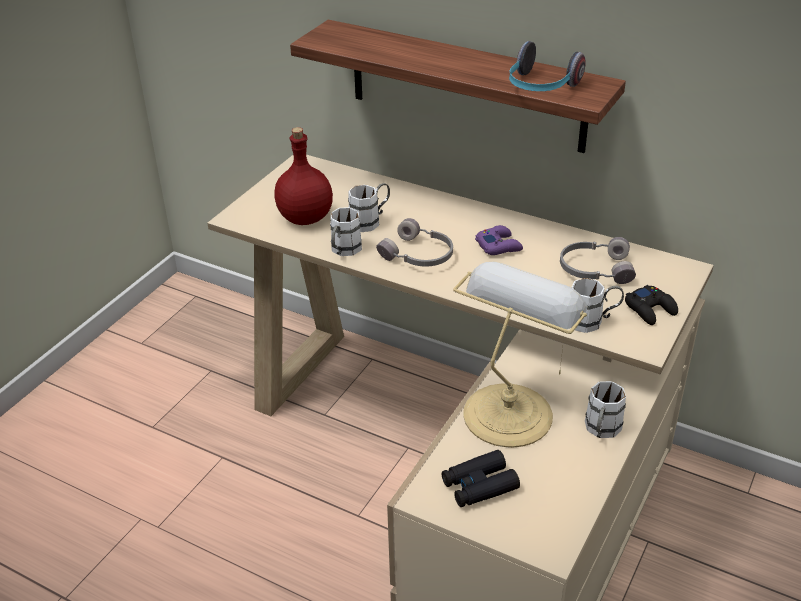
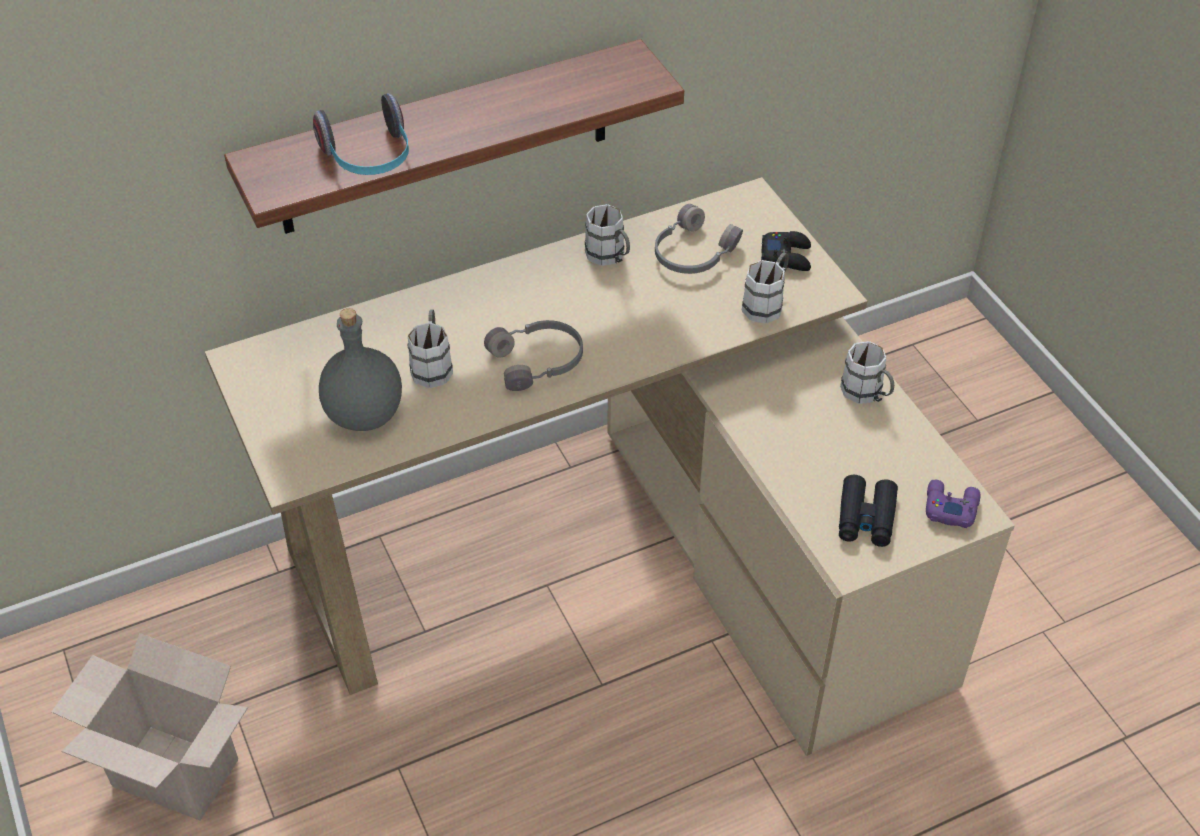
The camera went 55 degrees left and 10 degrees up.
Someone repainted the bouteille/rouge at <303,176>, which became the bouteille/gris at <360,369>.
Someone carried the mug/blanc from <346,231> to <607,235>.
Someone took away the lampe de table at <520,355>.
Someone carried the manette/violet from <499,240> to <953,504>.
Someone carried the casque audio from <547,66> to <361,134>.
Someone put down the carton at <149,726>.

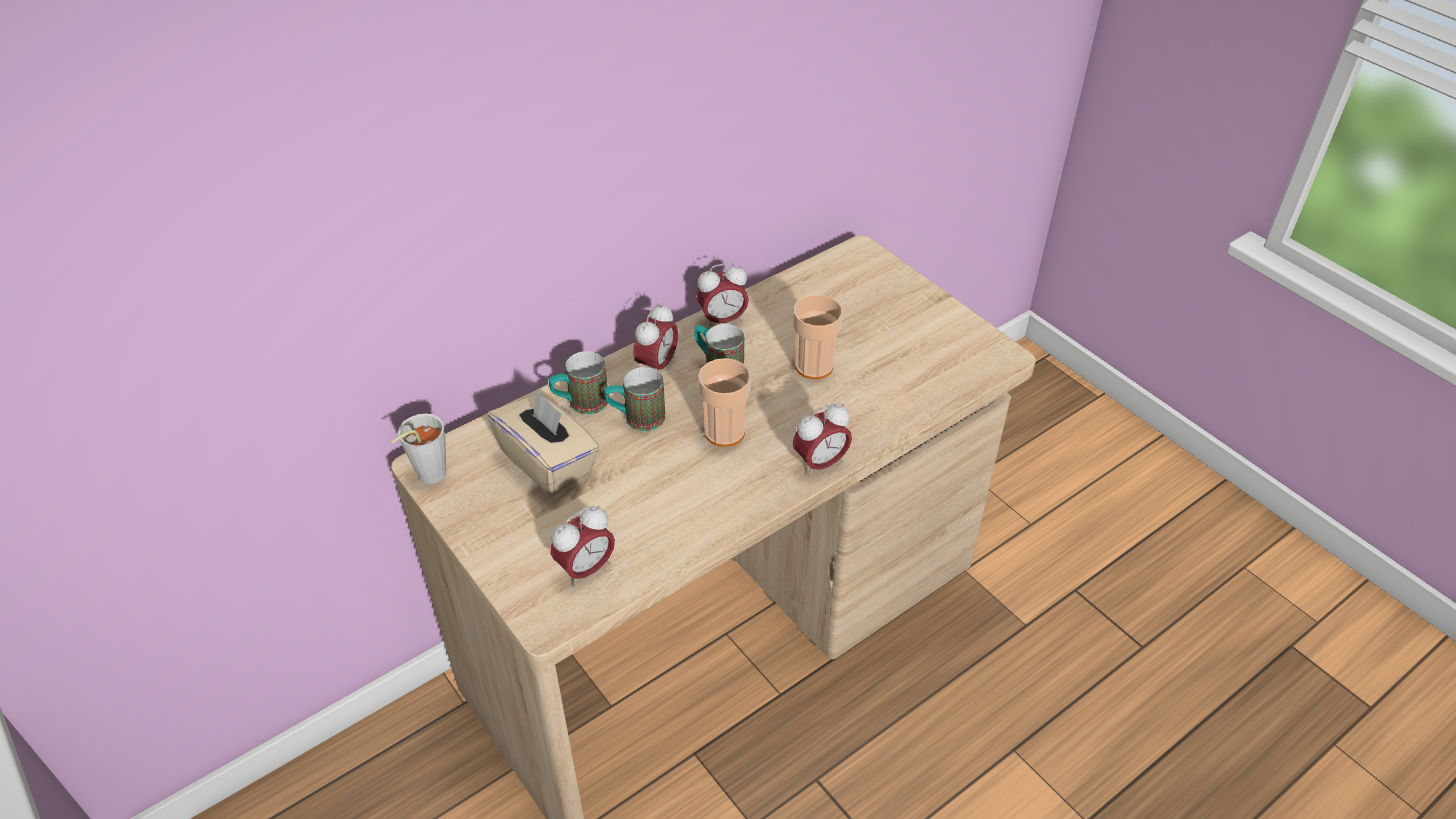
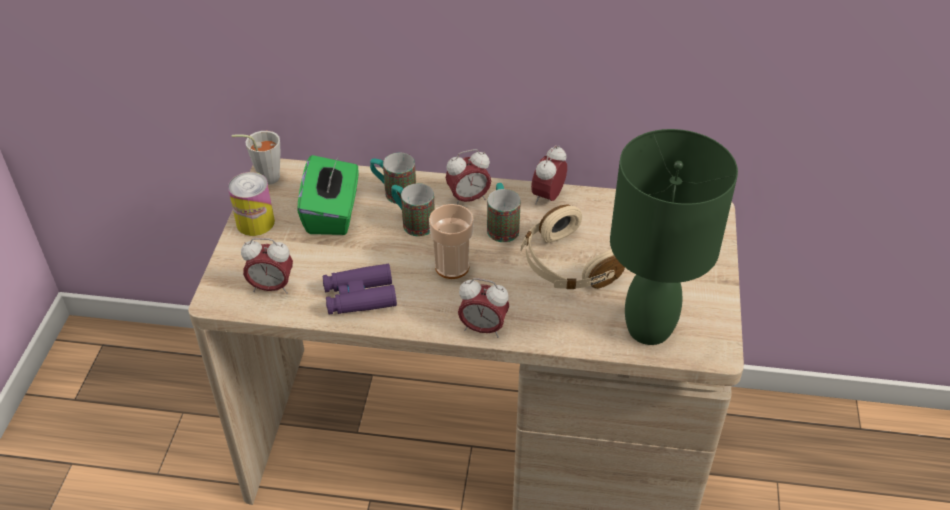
The camera went 45 degrees right and 0 degrees up.
Someone repainted the boîte à mouchoirs/beige at <543,443>, which became the boîte à mouchoirs/vert at <327,195>.
Someone rotated the réveil at <723,296> by 90 degrees clockwise.
Someone swapped the tasse at <818,337> for the casque audio/beige at <573,246>.
Someone put down the boîte métallique at <251,204>.
Someone put down the jumelles/violet at <360,289>.
Someone put down the lampe de table/vert at <674,237>.

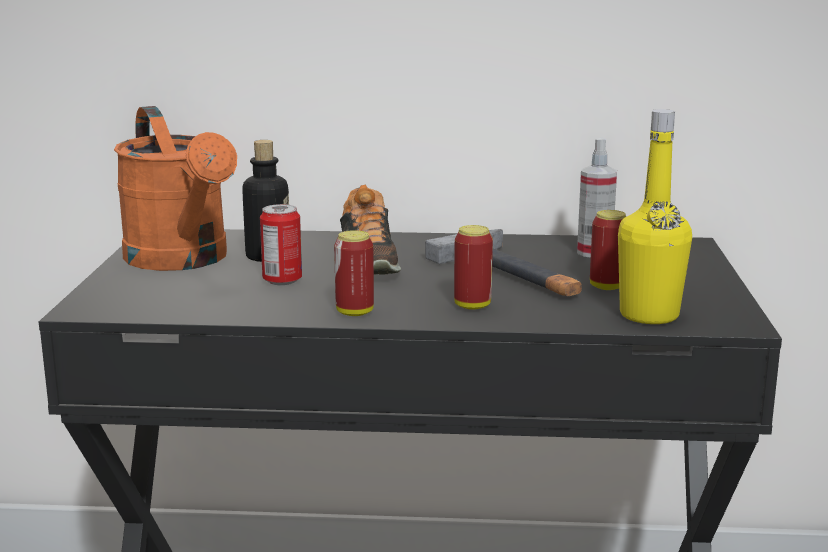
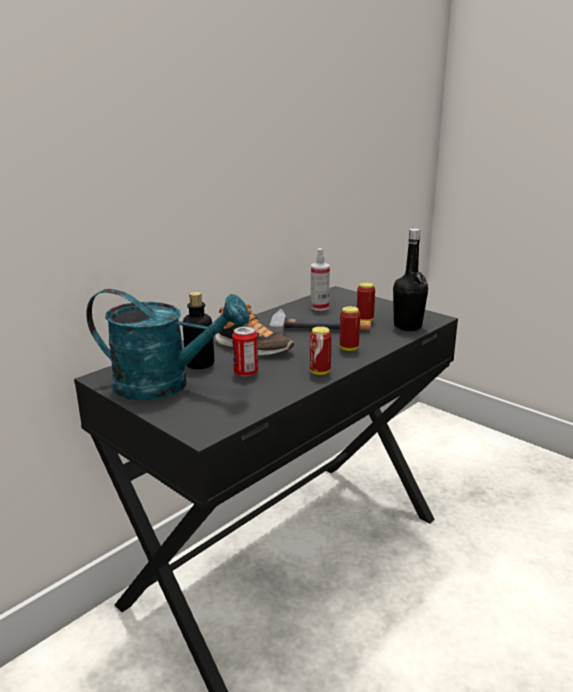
The camera went 50 degrees left and 5 degrees up.
Someone repainted the arrosoir/orange at <175,188>, which became the arrosoir/turquoise at <167,345>.
Someone repainted the bouteille/jaune at <655,216>, which became the bouteille/noir at <410,279>.

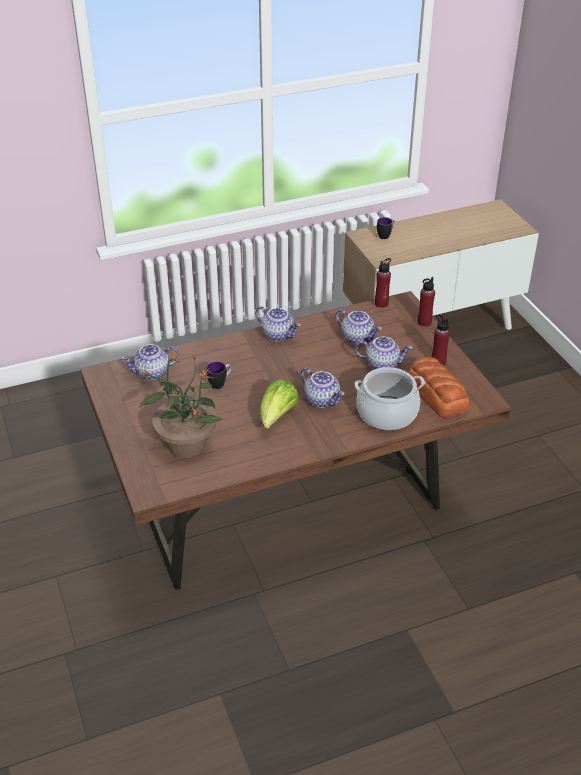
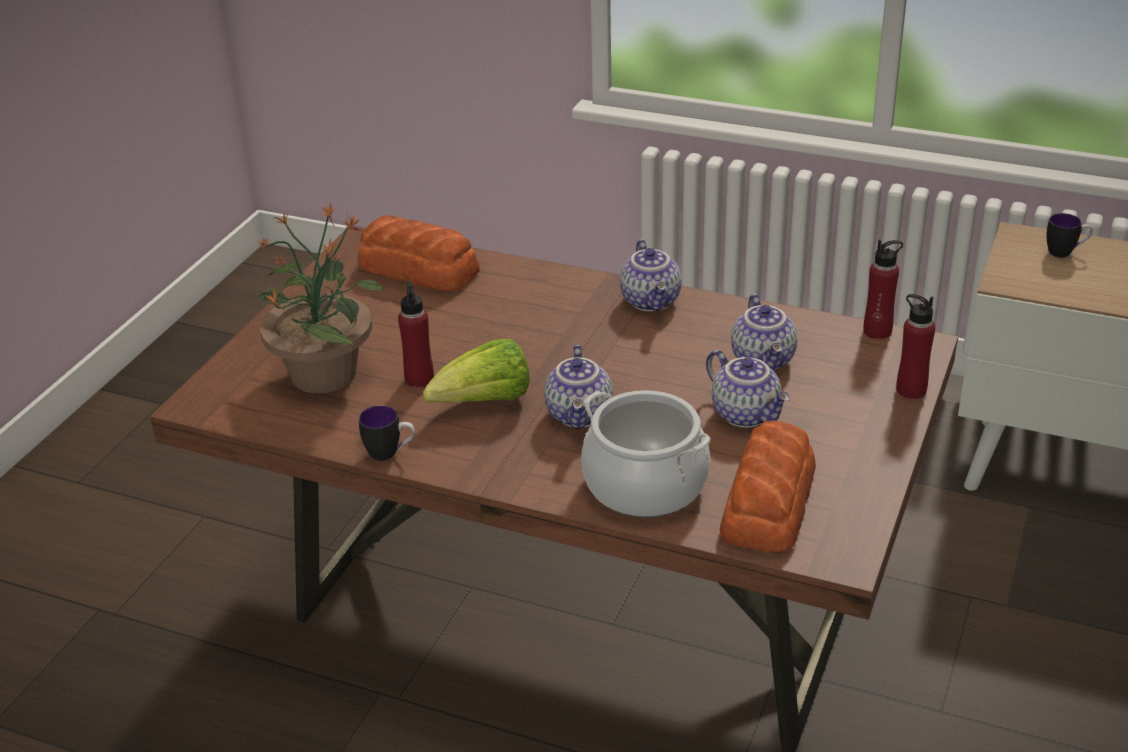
The camera went 45 degrees right and 5 degrees down.
Someone swapped the théière at <150,362> for the pain at <419,253>.
Someone carried the mug from <219,375> to <387,433>.
Someone carried the bouteille/rouge from <440,340> to <416,334>.

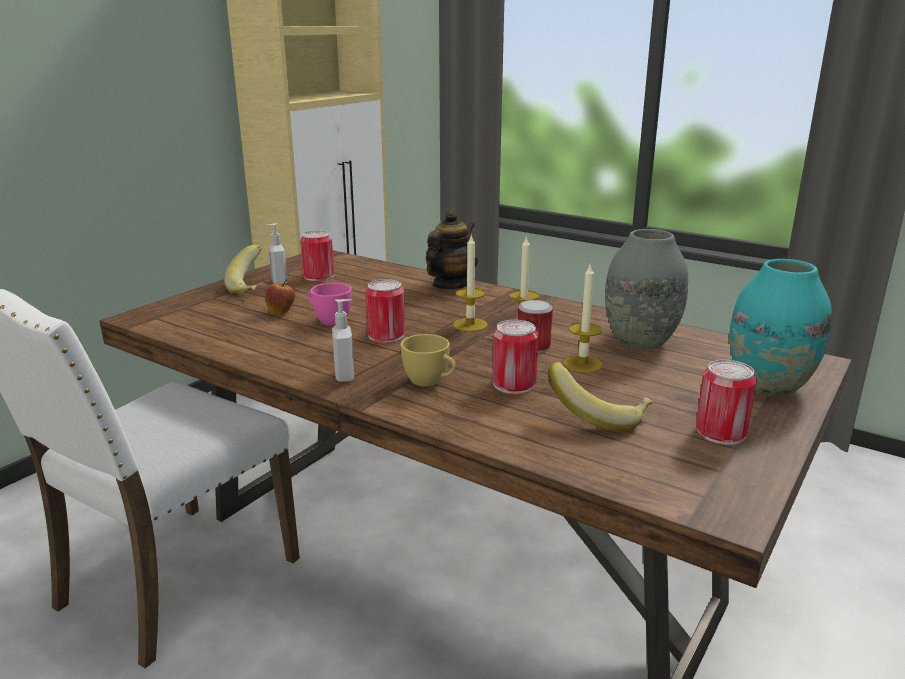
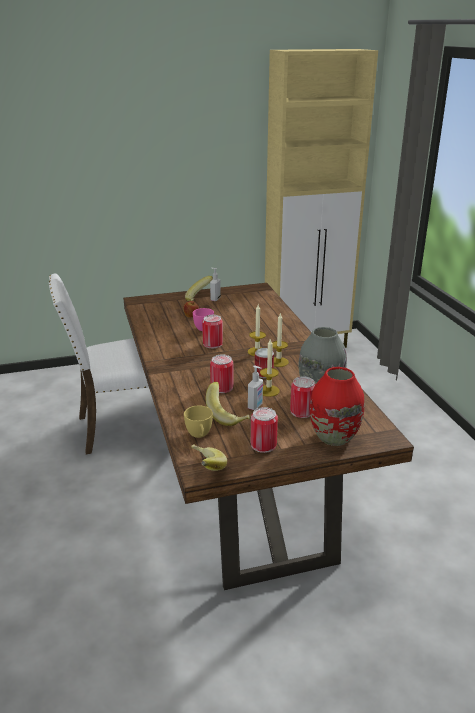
The camera went 40 degrees right and 5 degrees up.
Someone carried the boîte métallique from <317,255> to <303,397>.
Someone carried the distributeur de savon from <343,340> to <255,387>.
Someone carried the tasse/jaune from <428,360> to <198,421>.
Someone took away the théière at <452,249>.
Someone repainted the vase/turquoise at <780,327>, which became the vase/rouge at <337,406>.
Someone put down the banane at <209,458>.

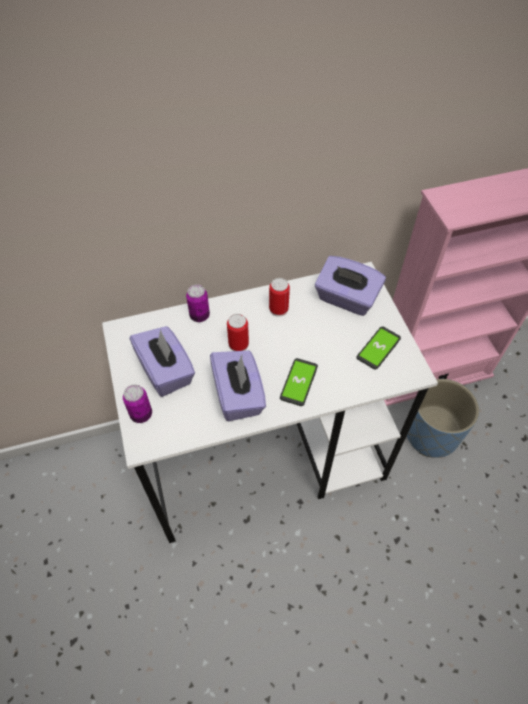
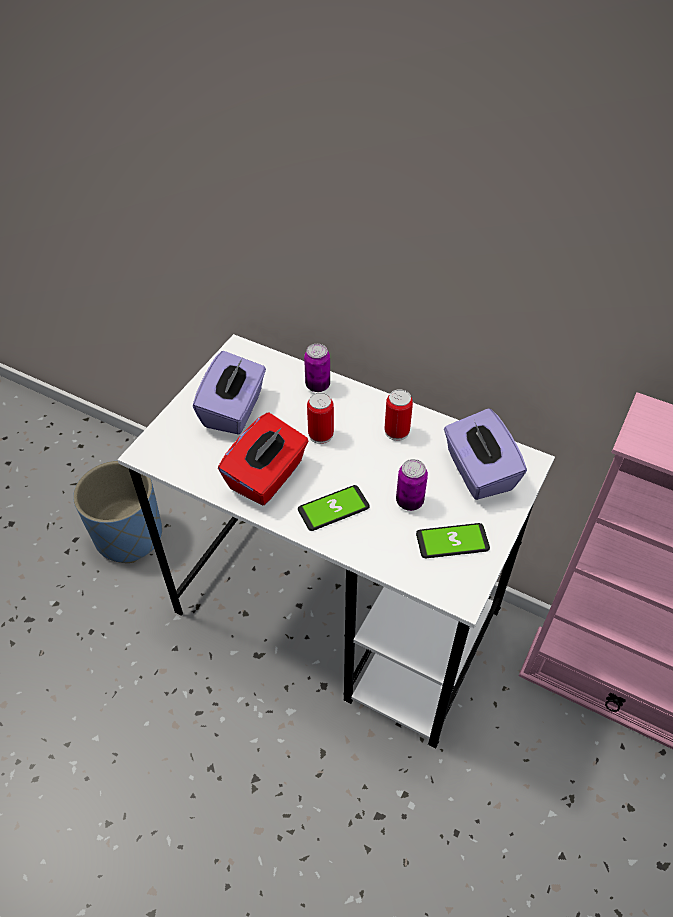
The camera went 45 degrees right and 5 degrees down.
Someone carried the boîte métallique from <137,403> to <412,485>.
Someone repainted the boîte à mouchoirs/violet at <238,386>, which became the boîte à mouchoirs/rouge at <263,459>.
Someone carried the cache-pot/bleu from <443,418> to <117,512>.

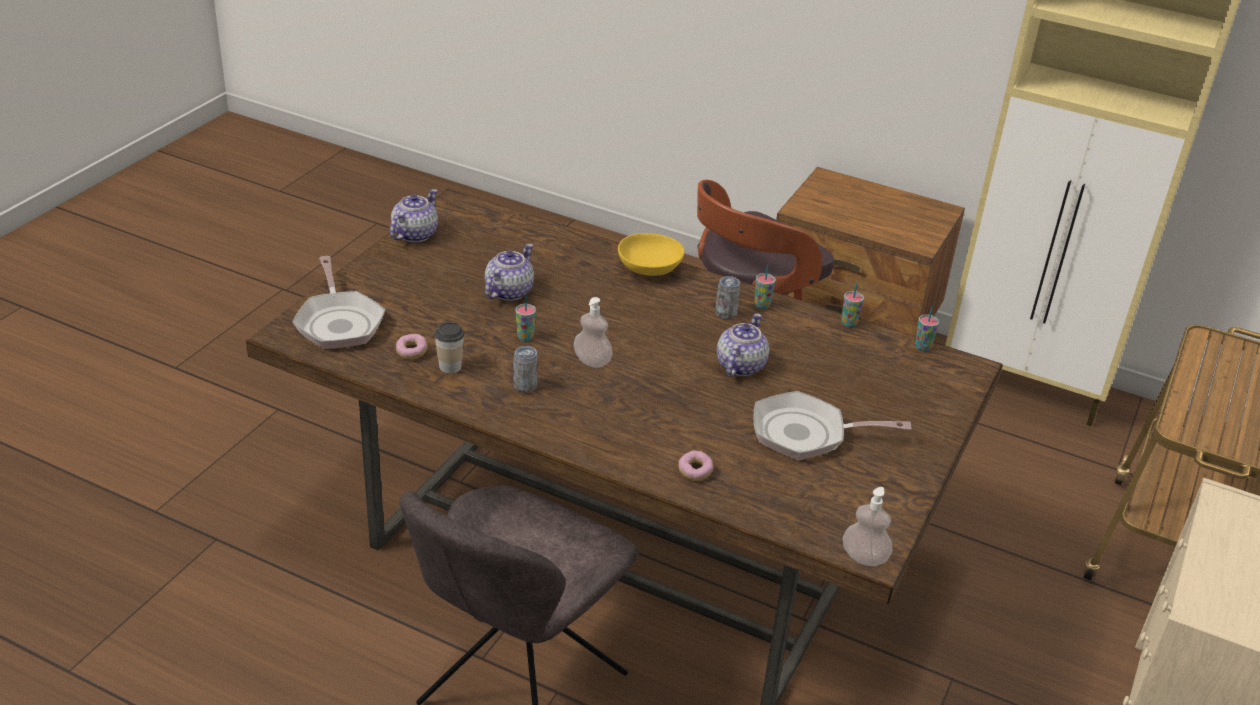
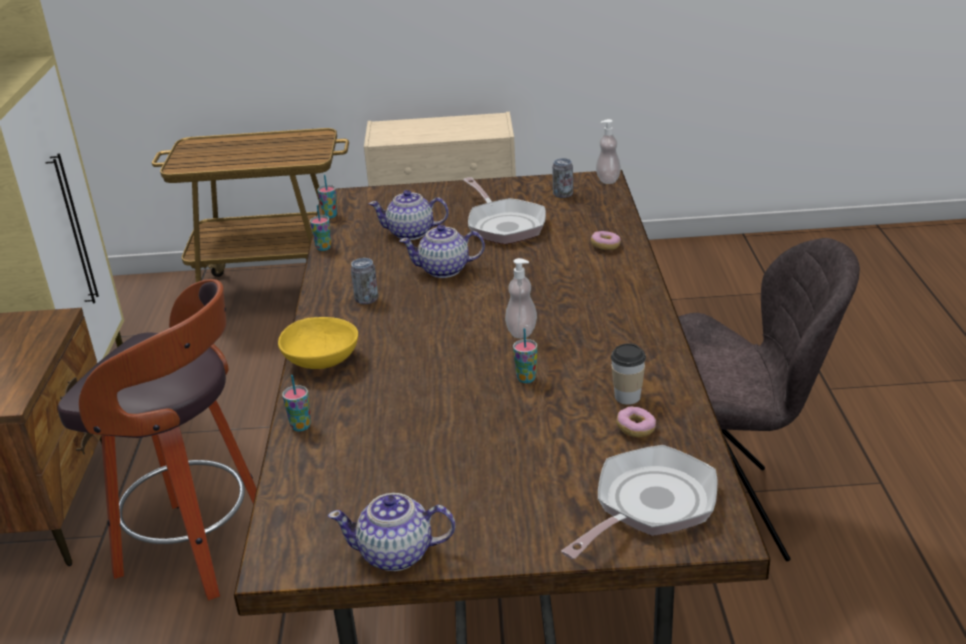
The camera went 115 degrees left and 5 degrees down.
Someone carried the théière from <509,272> to <409,215>.
Someone carried the boîte métallique from <525,369> to <562,178>.
Someone carried the tasse from <765,287> to <296,403>.

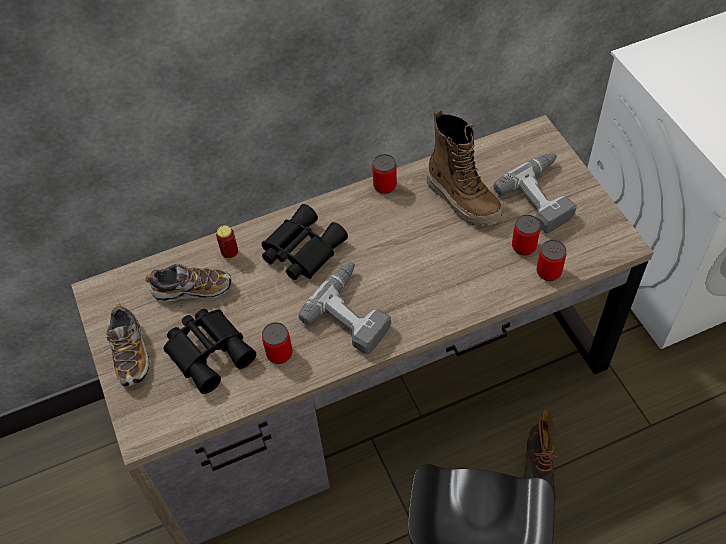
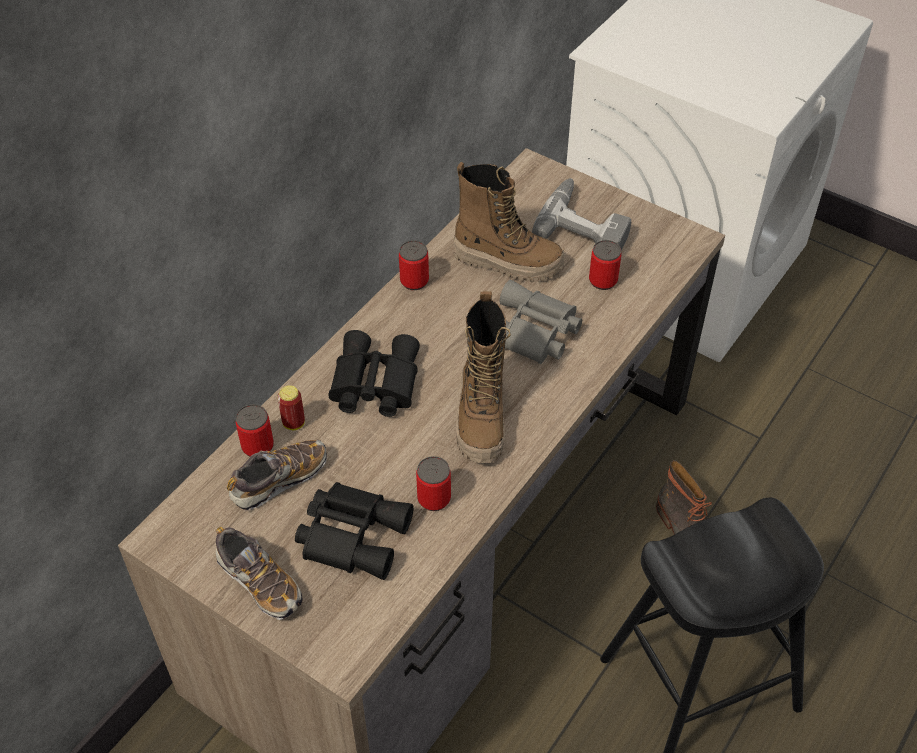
The camera went 35 degrees left and 5 degrees down.
Someone swapped the perceuse at <344,307> for the botte at <483,377>.
Someone carried the boîte métallique from <551,260> to <255,430>.
Someone put down the jumelles/gris at <541,322>.

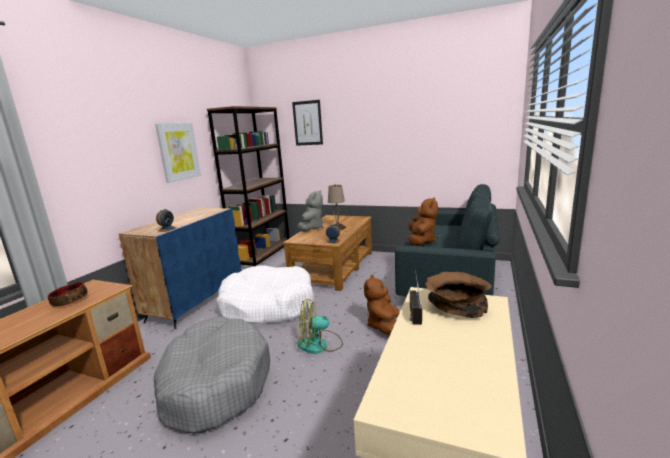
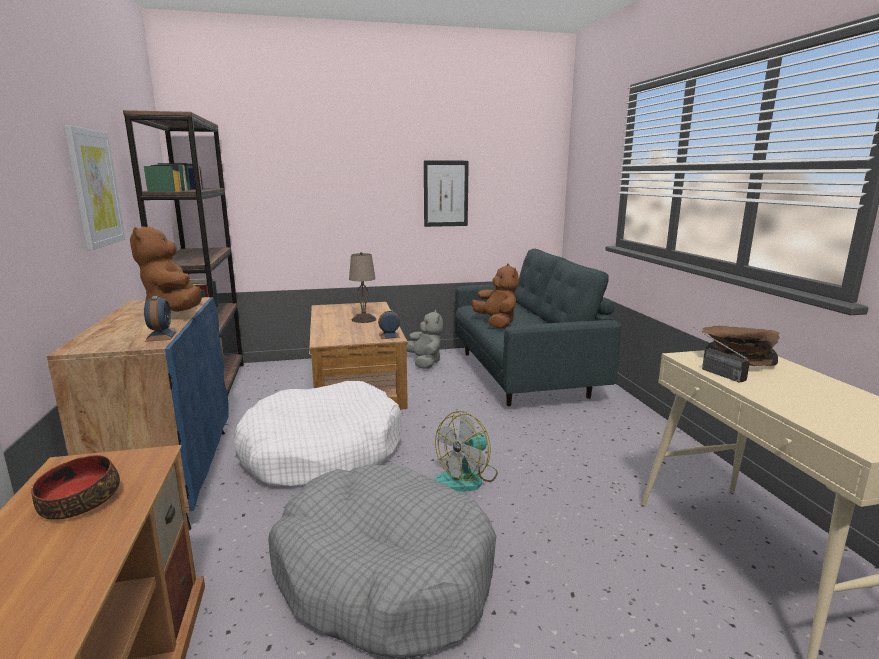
The camera went 35 degrees left and 0 degrees up.
Someone carried the tableau from <307,123> to <446,193>.
Someone carried the peluche/gris from <310,211> to <424,339>.
Someone carried the peluche/marron from <381,305> to <166,269>.

